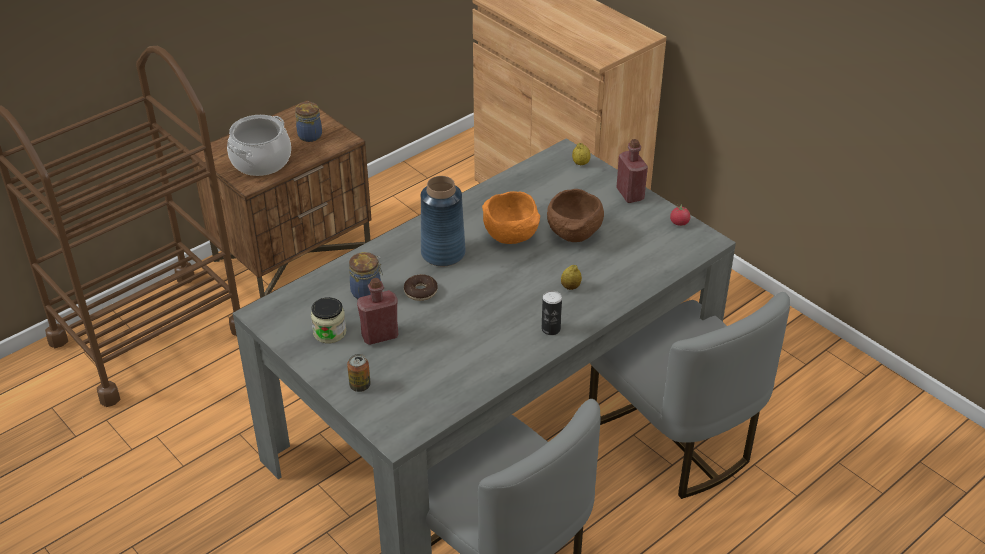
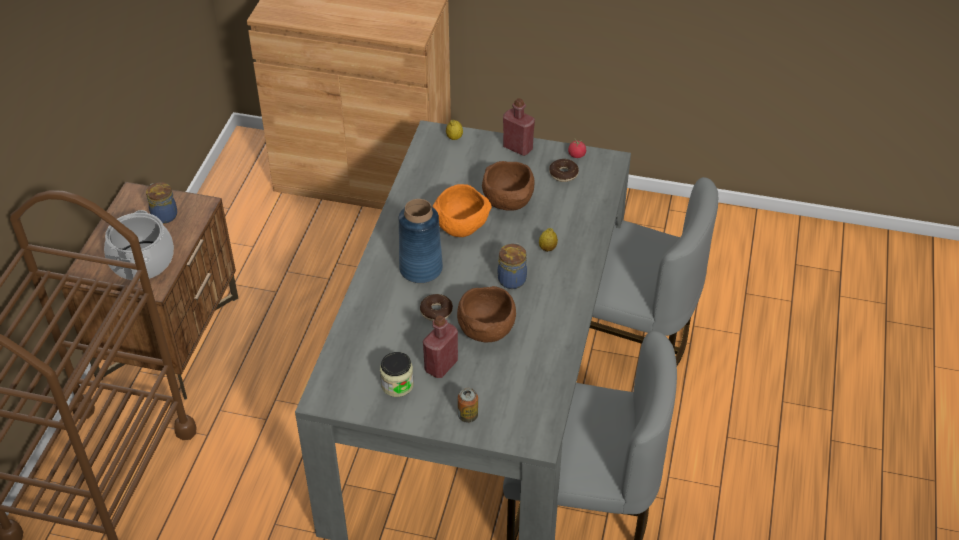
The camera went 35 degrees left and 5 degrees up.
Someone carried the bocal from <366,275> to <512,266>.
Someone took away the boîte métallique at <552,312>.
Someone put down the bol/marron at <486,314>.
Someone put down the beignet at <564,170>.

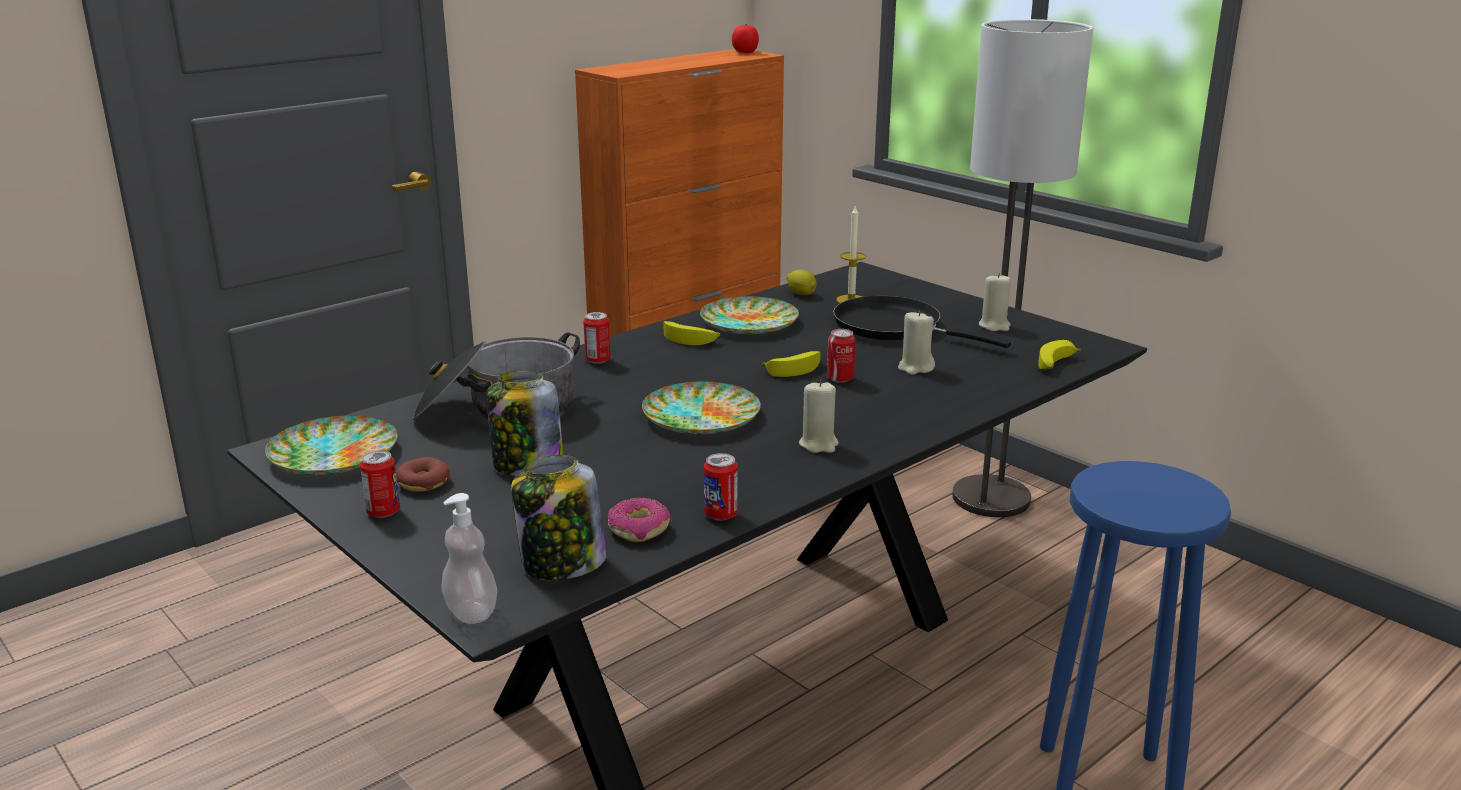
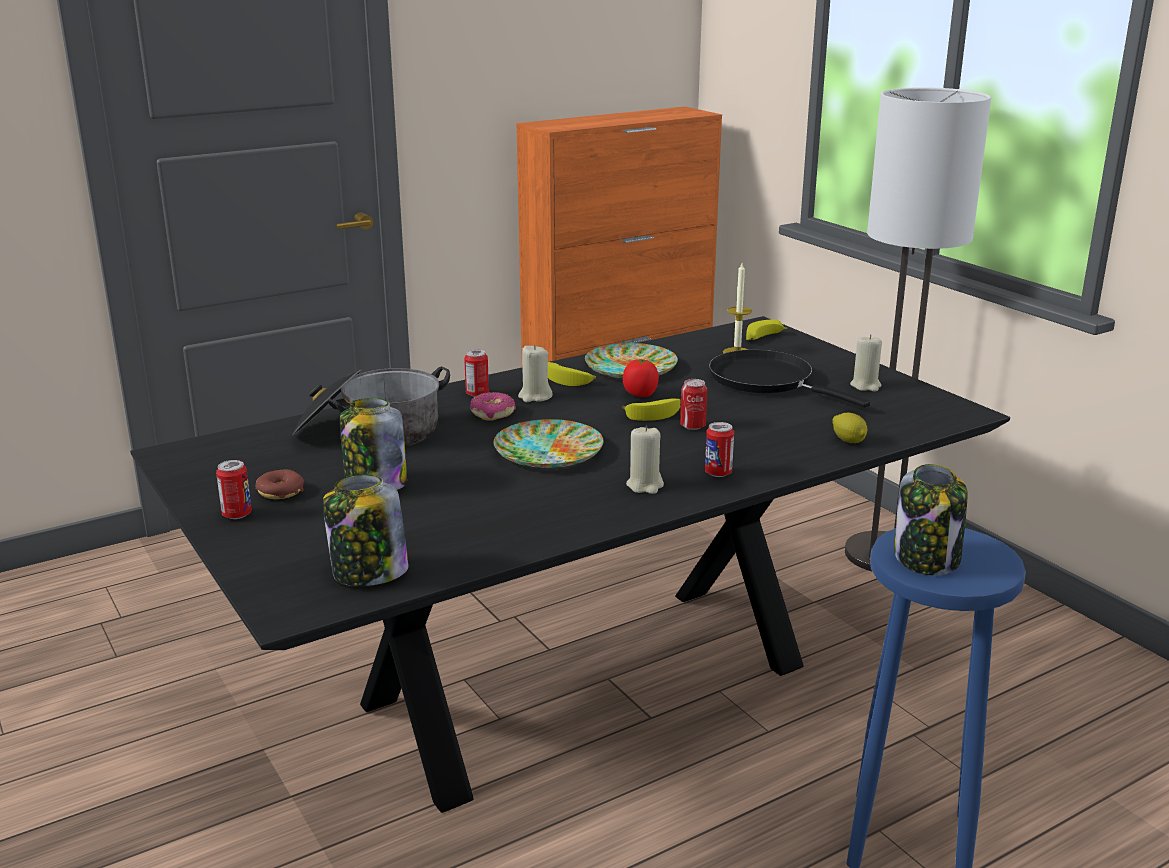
The camera went 10 degrees right and 0 degrees up.
Someone took away the assiette at <331,445>.
Someone took away the distributeur de savon at <469,558>.
Someone carried the beignet from <640,520> to <493,406>.
Someone carried the boîte métallique from <721,487> to <719,449>.
Someone carried the tomate from <745,38> to <641,378>.
Someone carried the citron from <802,282> to <849,428>.
Someone carried the bougie/beige from <916,343> to <535,373>.
Someone carried the banane from <1059,354> to <766,329>.
Someone put down the bocal at <931,519>.

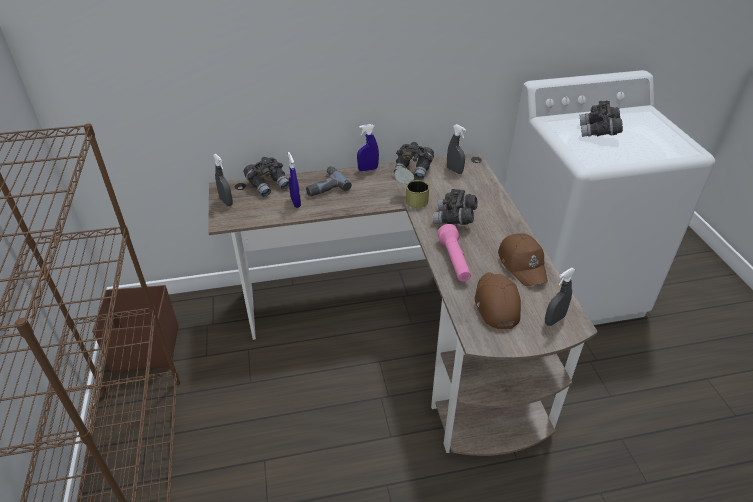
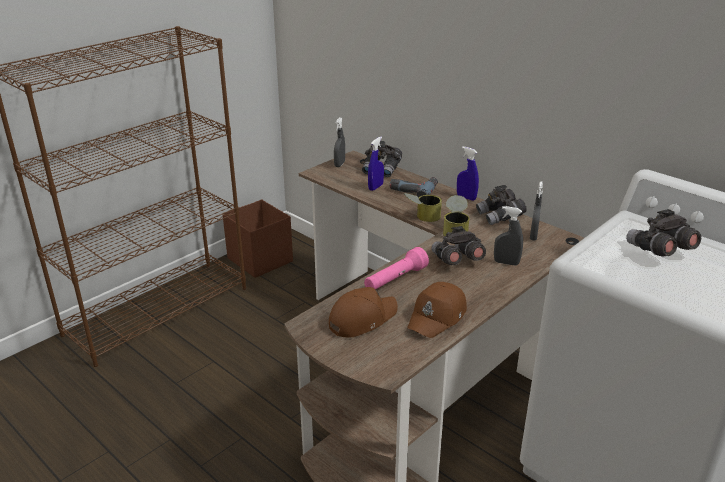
The camera went 55 degrees right and 10 degrees down.
Someone carried the vaporisateur/gris from <560,297> to <508,236>.
Someone put down the boîte métallique at <423,207>.

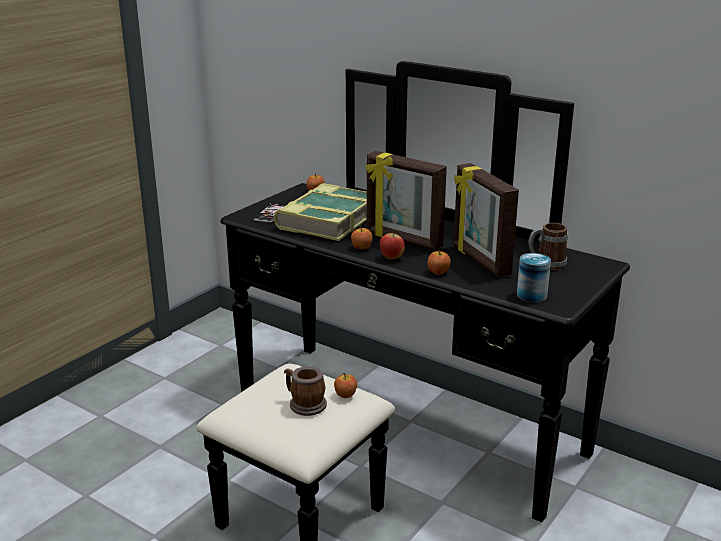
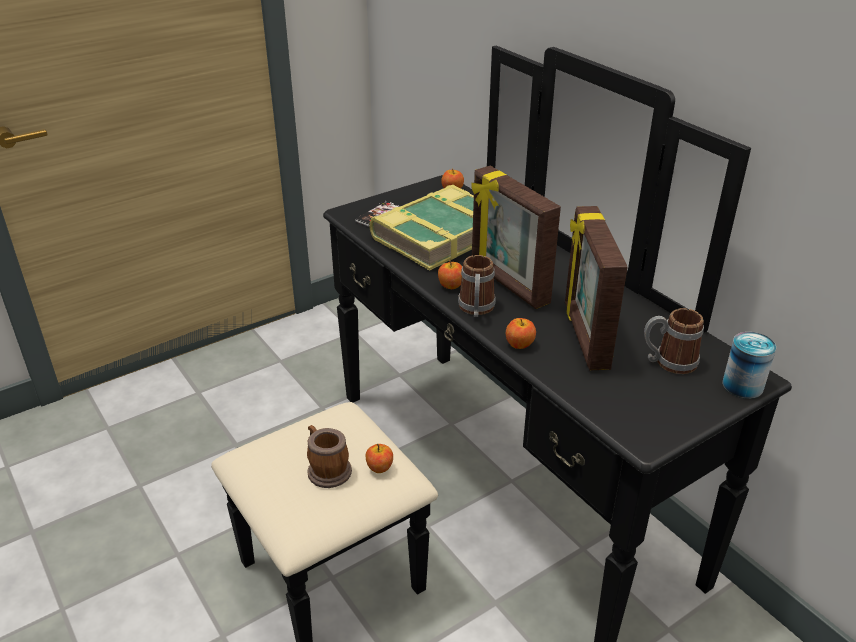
The camera went 20 degrees right and 10 degrees up.
Someone swapped the pomme at <392,244> for the mug at <477,286>.
Someone carried the boîte métallique from <534,277> to <749,365>.

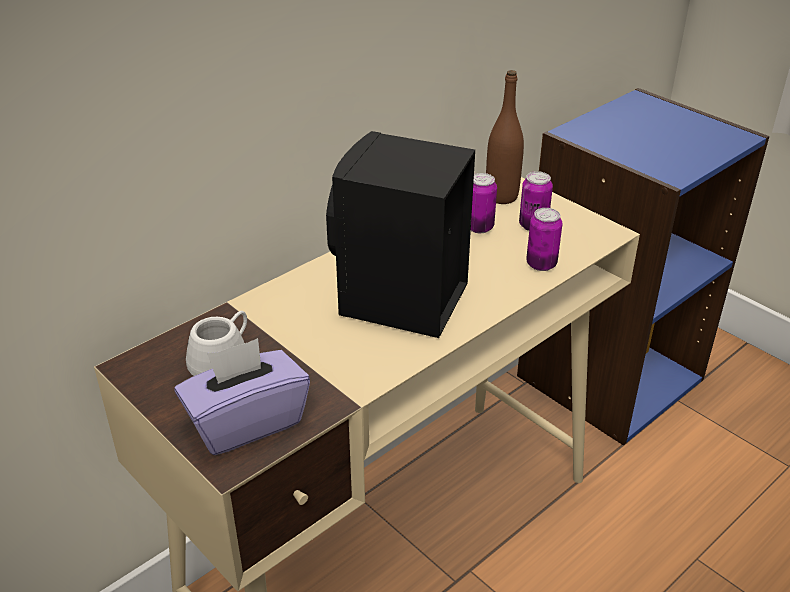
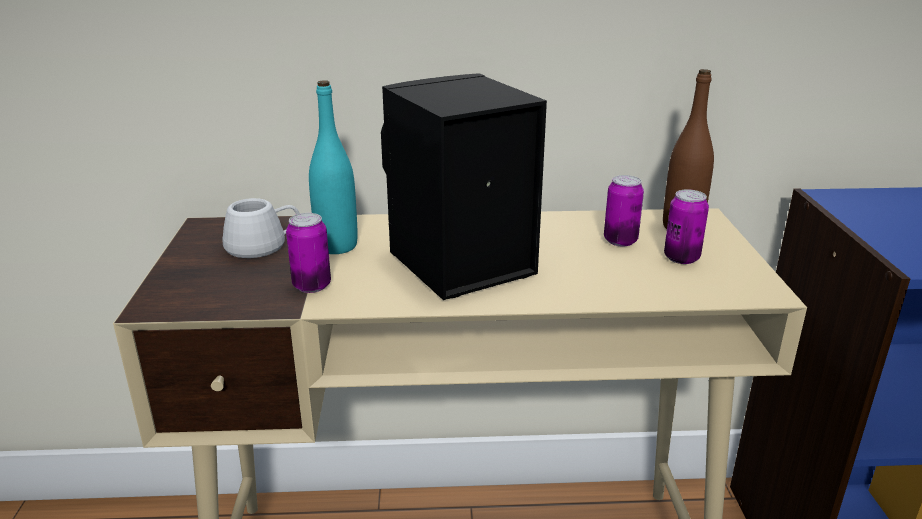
The camera went 40 degrees right and 10 degrees down.
Someone took away the boîte à mouchoirs/violet at <242,396>.
Someone carried the boîte métallique from <544,239> to <308,253>.
Someone put down the bouteille/turquoise at <333,167>.

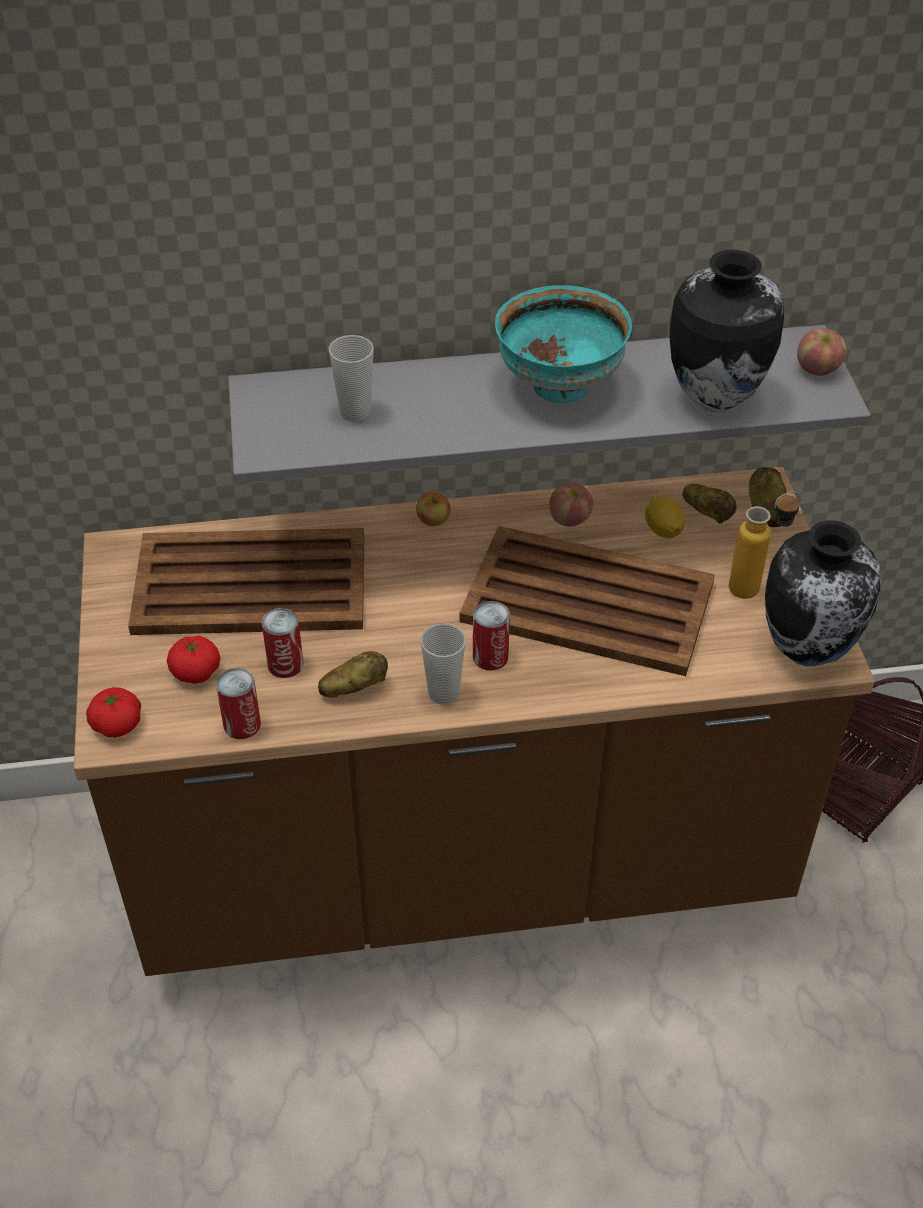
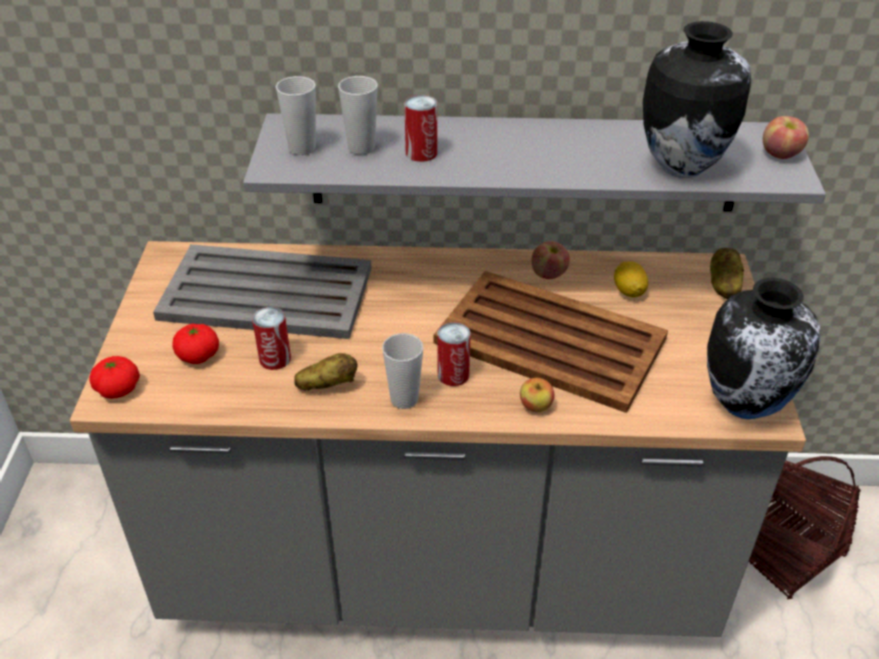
The camera went 10 degrees right and 5 degrees down.
Someone repainted the comptoir de cuisine/marron at <474,721>, which became the comptoir de cuisine/gris at <438,439>.
Someone repainted the plateau/marron at <246,581>, which became the plateau/gris at <262,291>.
Someone carried the boîte métallique from <238,703> to <420,128>.
Someone carried the pomme from <433,509> to <537,395>.
Someone took away the bol/turquoise at <563,344>.
Someone took away the pomme de terre at <709,504>.
Someone took away the bouteille at <765,545>.
Someone put down the tasse at <296,115>.

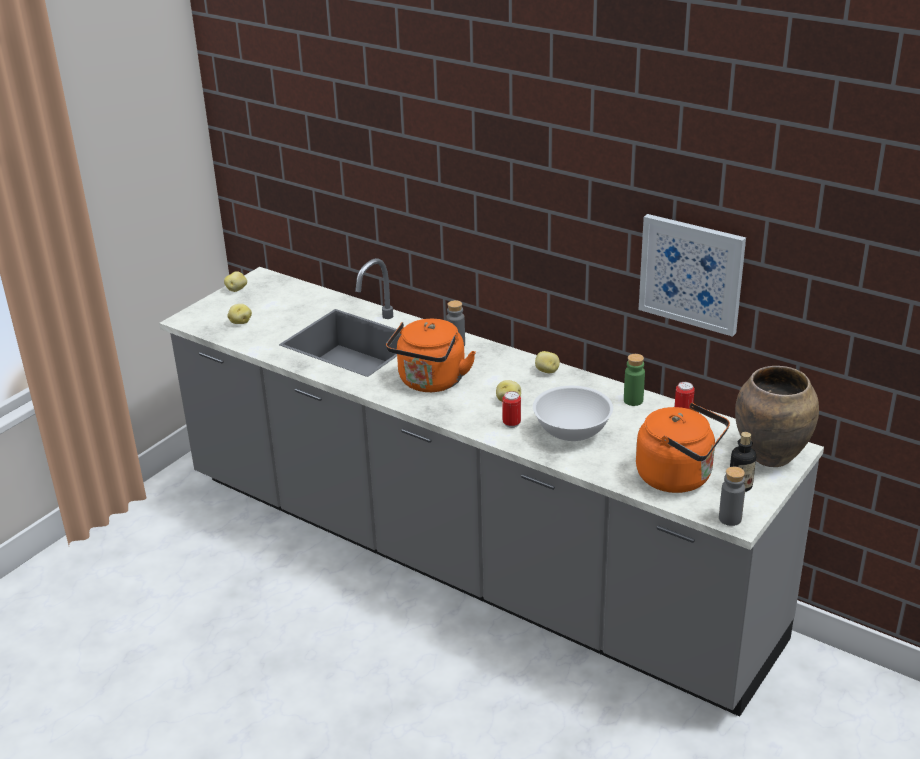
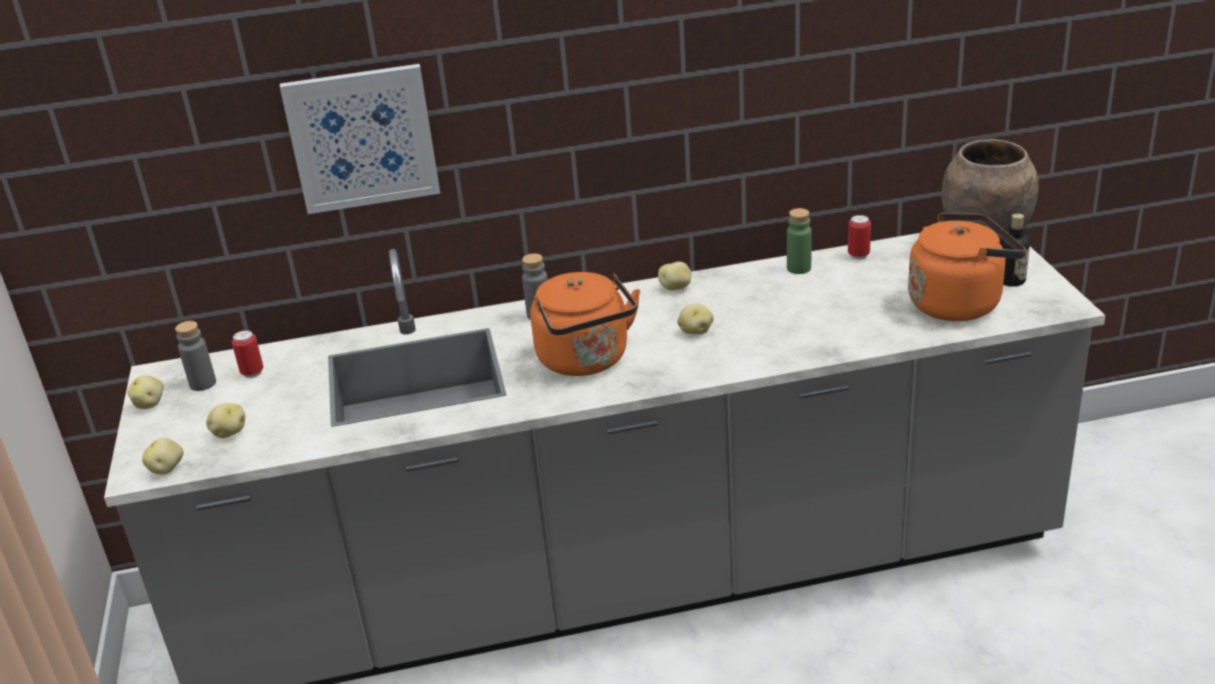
The camera went 45 degrees left and 0 degrees up.
Someone carried the boîte métallique from <511,409> to <247,354>.
Someone took away the bol/blanc at <573,413>.
Someone carried the tableau from <692,275> to <360,139>.
Someone carried the bouteille/gris from <732,496> to <195,356>.
Someone put down the pomme de terre at <163,456>.

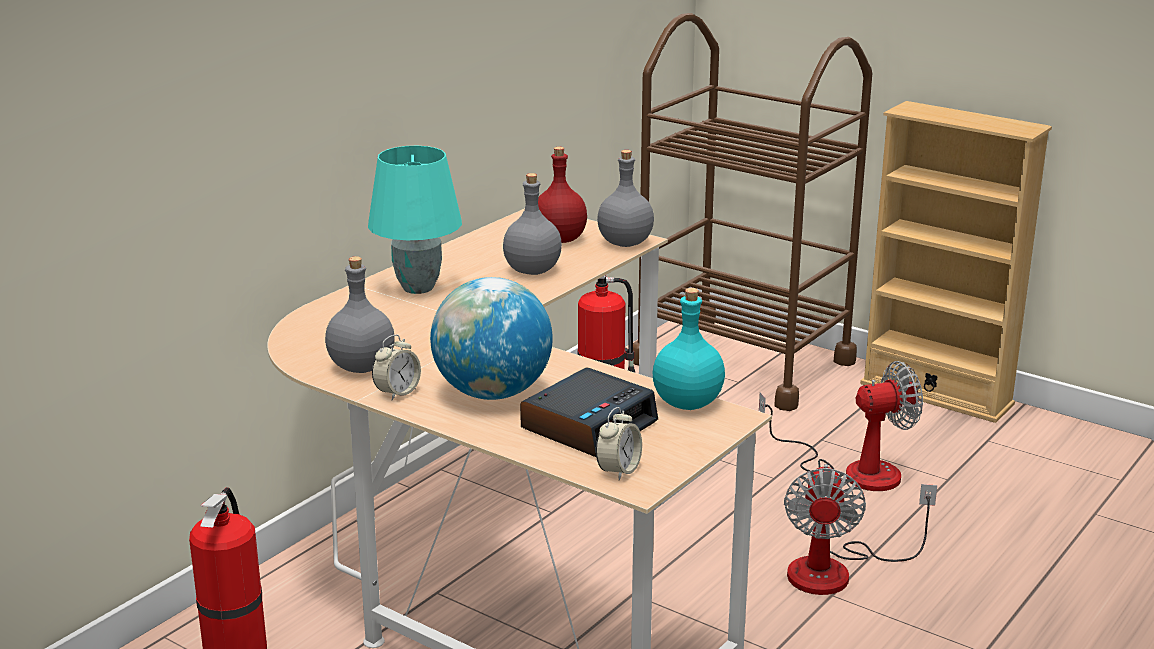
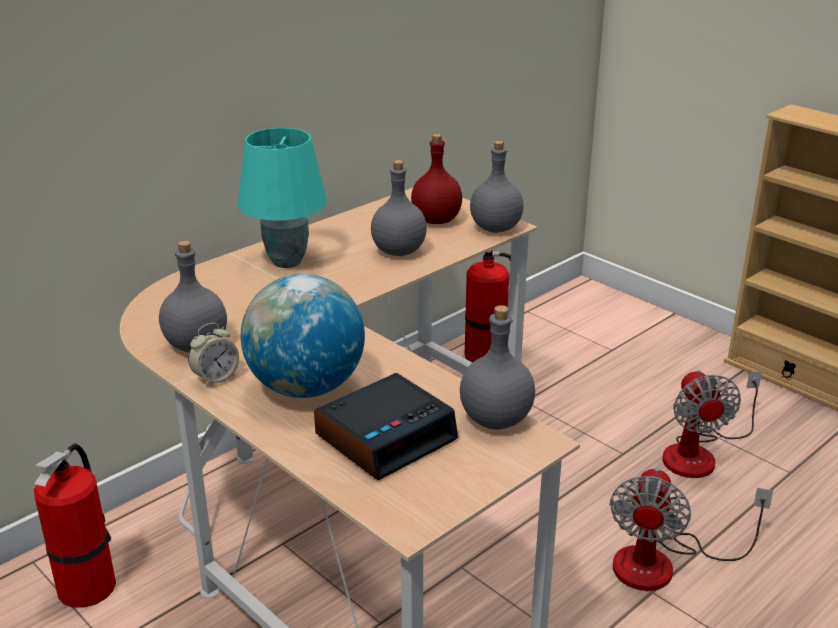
The camera went 10 degrees right and 5 degrees up.
Someone took away the réveil at <619,444>.
Someone took away the chariot/marron at <752,212>.
Someone repainted the bouteille/turquoise at <689,349>, which became the bouteille/gris at <497,367>.
Someone rotated the ventilateur at <841,426> by 90 degrees clockwise.

